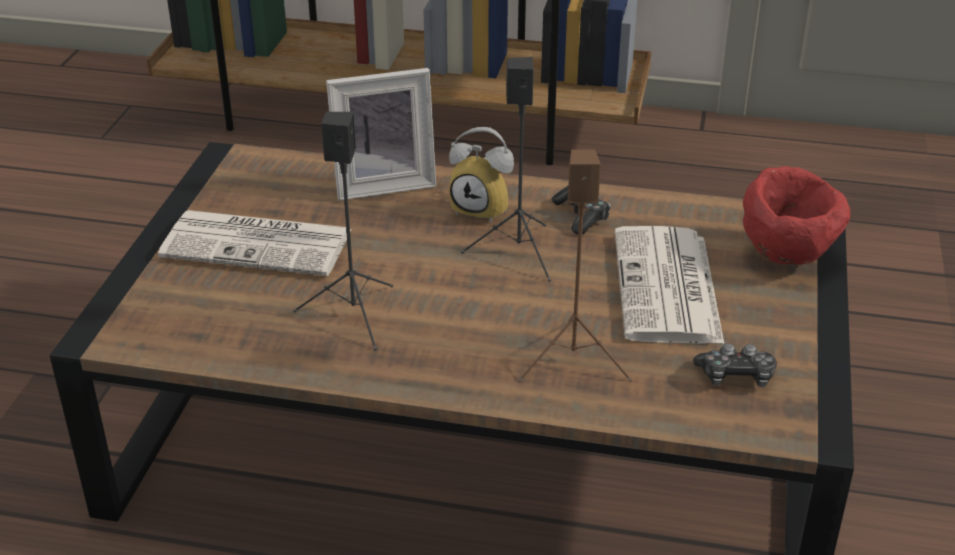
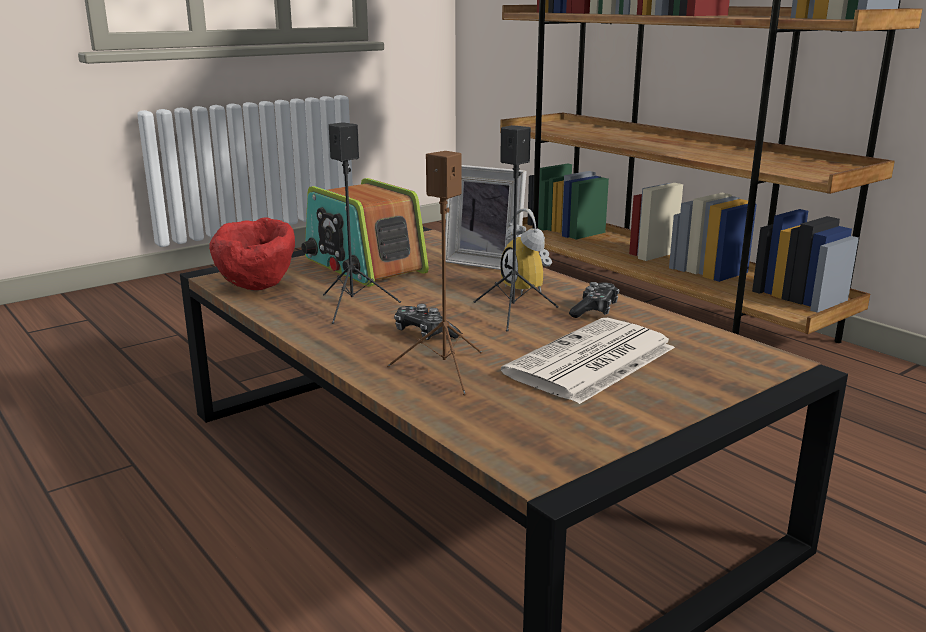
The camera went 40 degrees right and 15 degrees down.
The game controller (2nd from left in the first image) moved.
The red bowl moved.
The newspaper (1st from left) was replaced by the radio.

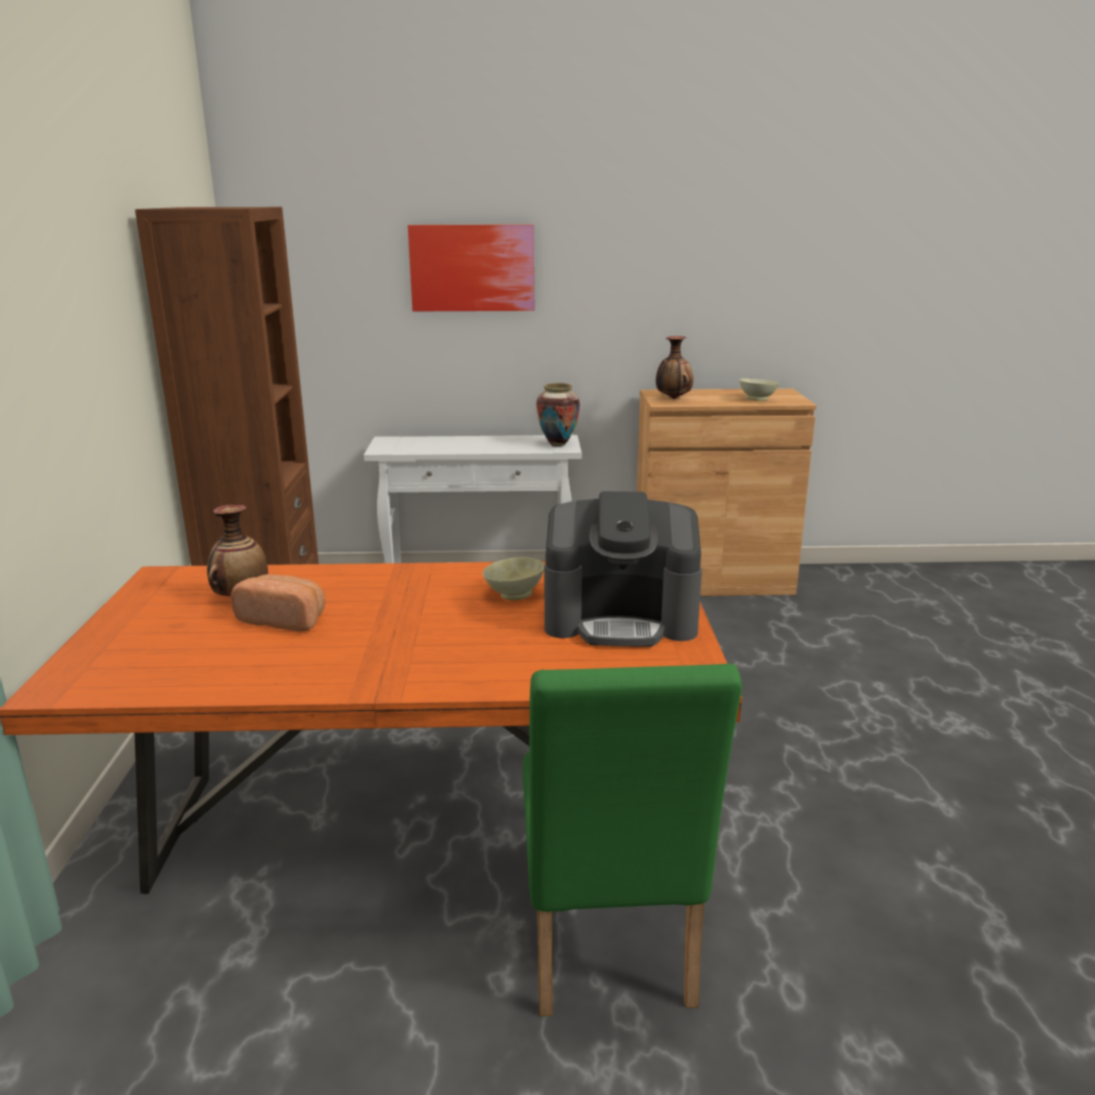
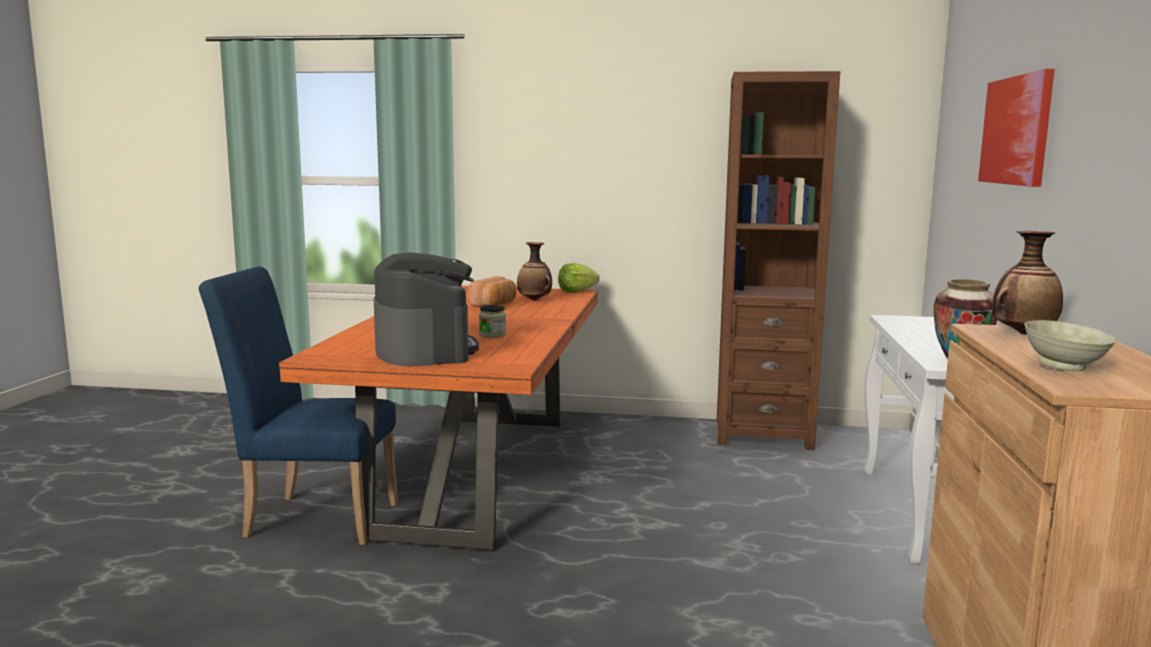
The camera went 100 degrees right and 10 degrees down.
The lettuce appeared.
The beige bowl (1st from left) was replaced by the jar.
The green chair became the blue chair.
The coffee machine turned 150 degrees clockwise.

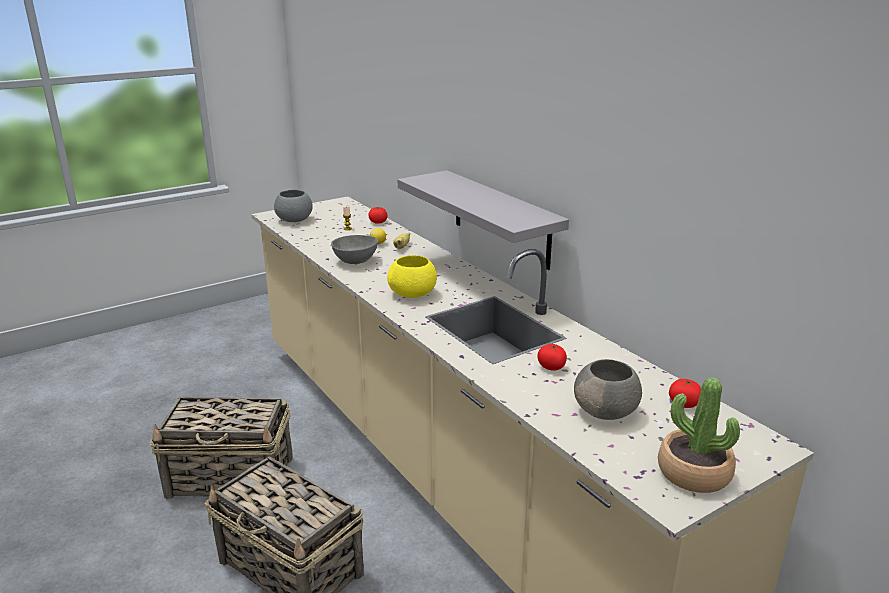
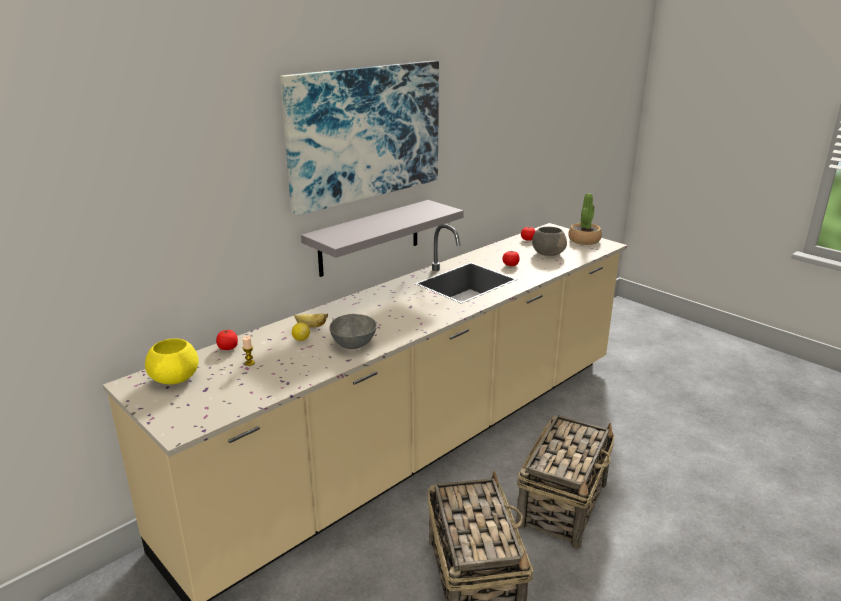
The camera went 100 degrees left and 0 degrees up.
The grey bowl (1st from left) disappeared.
The picture appeared.
The yellow bowl moved.

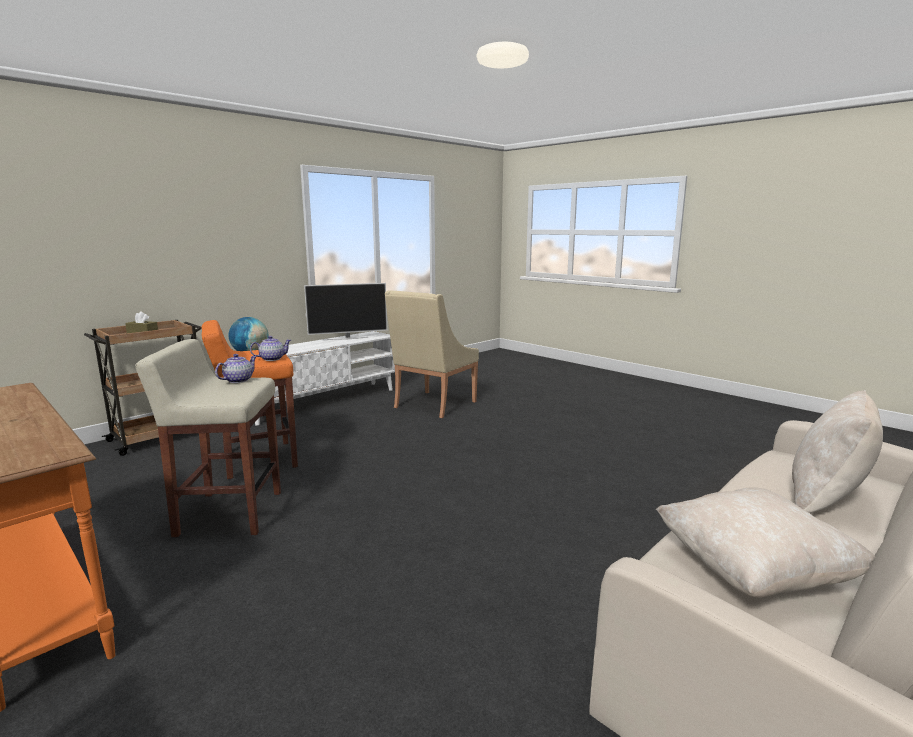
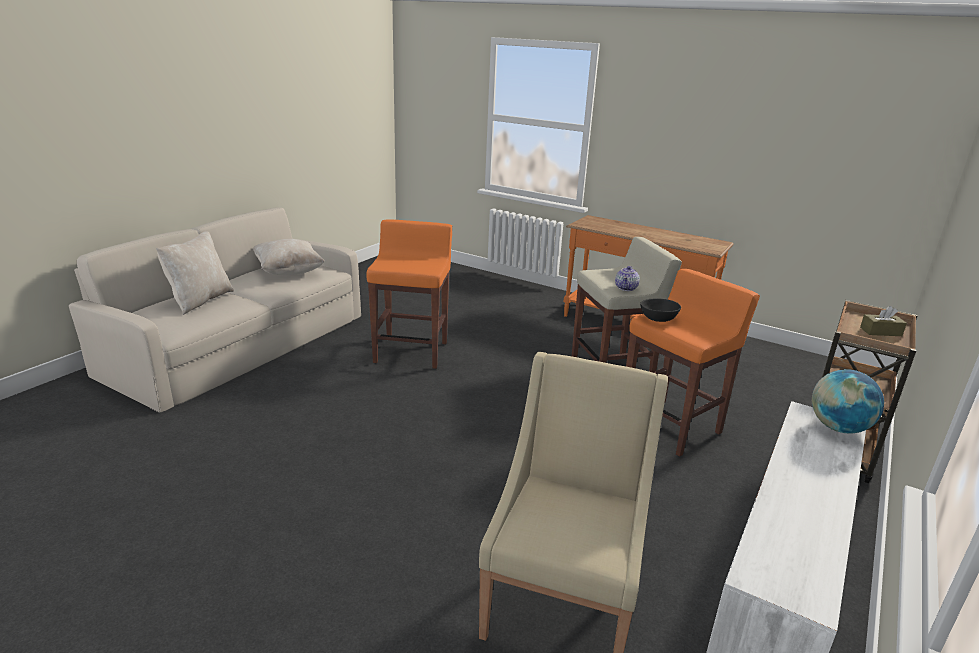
The camera went 165 degrees right and 10 degrees up.
The television disappeared.
The orange stool (1st from left) appeared.
The teapot (2nd from left) was replaced by the black bowl.

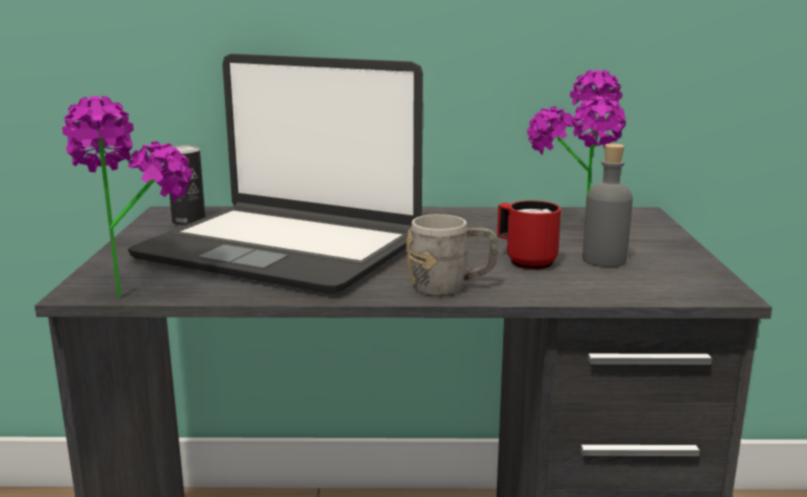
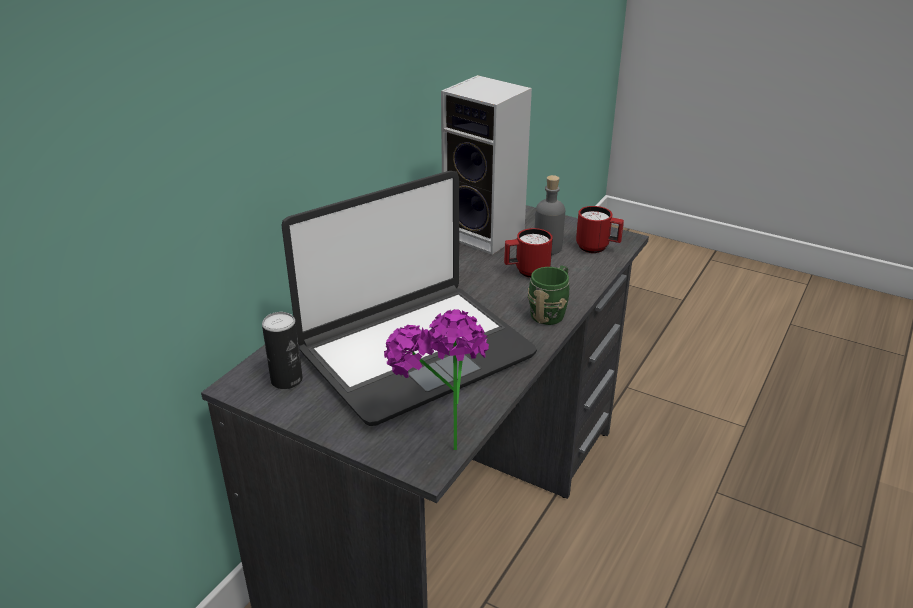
The camera went 60 degrees left and 15 degrees up.
The red mug (2nd from left) appeared.
The potted plant (2nd from left) was replaced by the speaker.
The grey mug became the green mug.

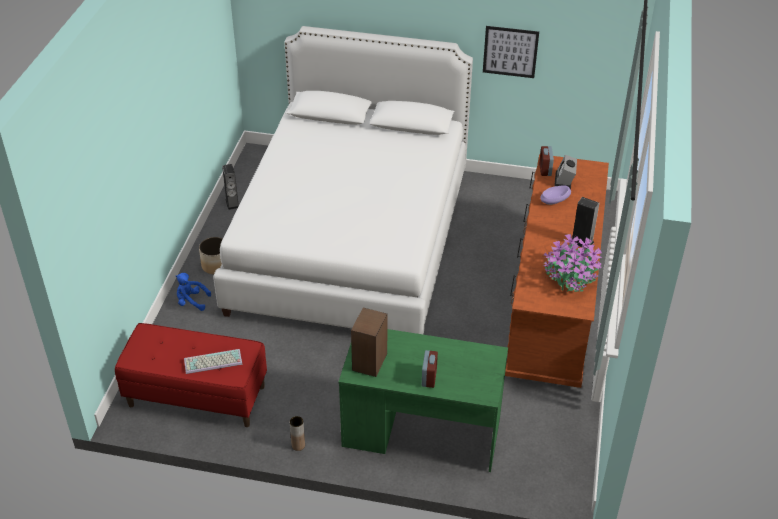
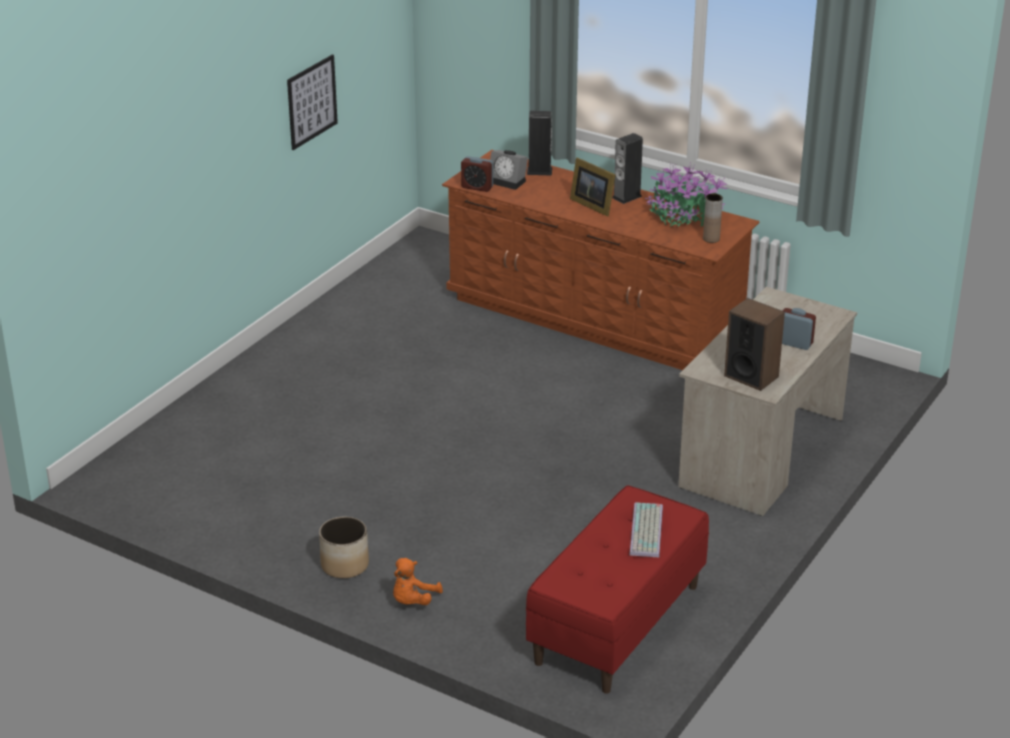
The camera went 70 degrees left and 10 degrees down.
The white bed disappeared.
The purple bowl disappeared.
The picture frame appeared.
The speaker (1st from left) moved.
The brown vase moved.
The blue plush toy became the orange plush toy.
The green desk became the beige desk.

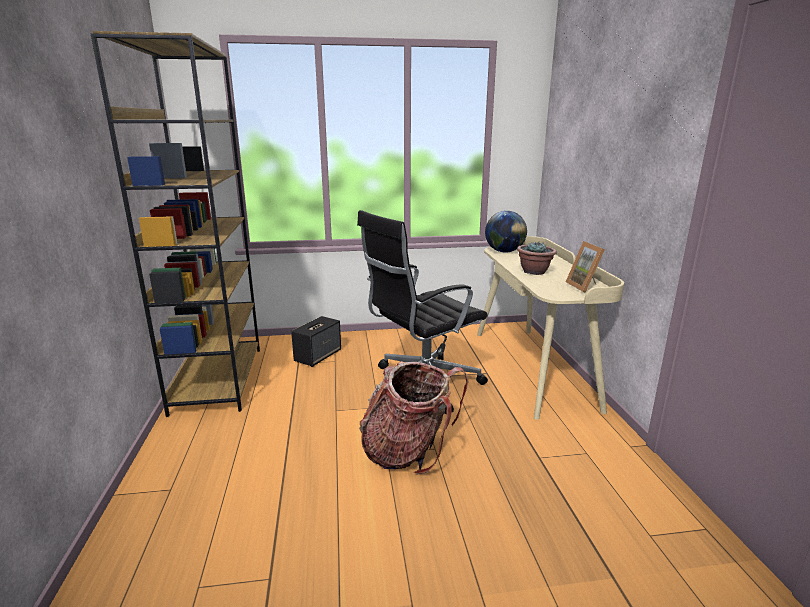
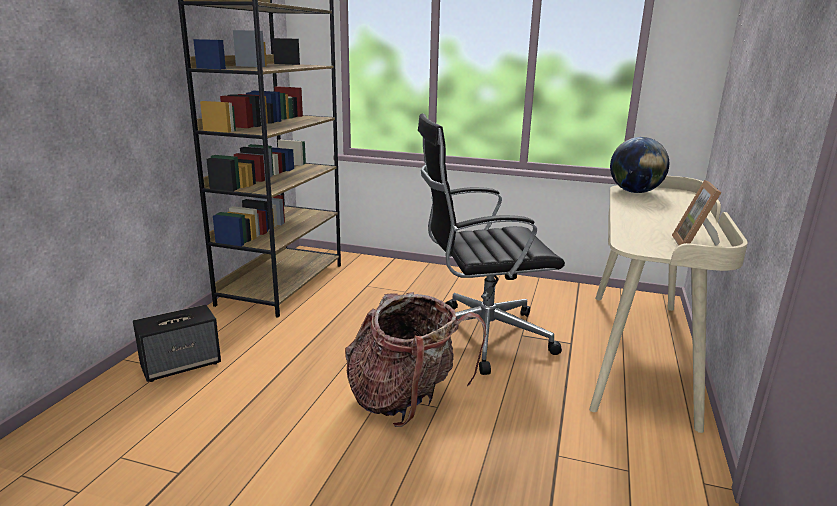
The camera went 25 degrees right and 0 degrees up.
The potted plant disappeared.
The speaker moved.

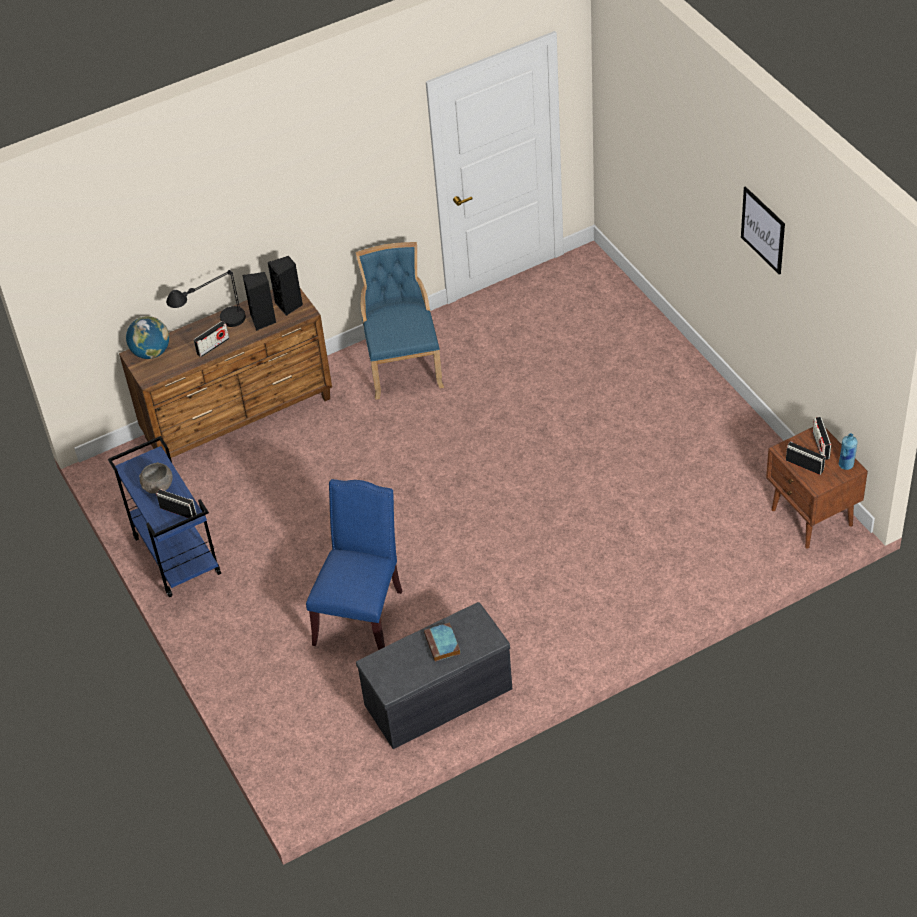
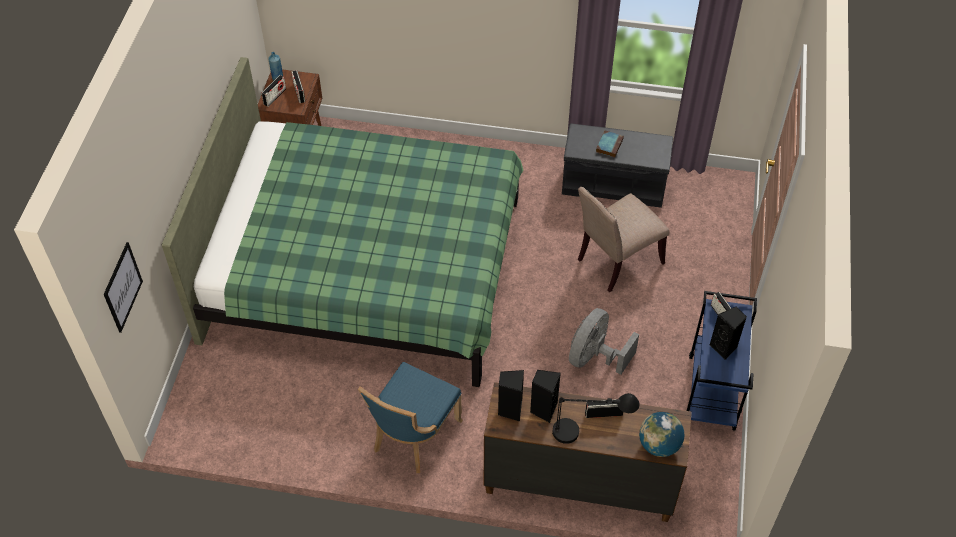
The camera went 145 degrees left and 5 degrees up.
The green bed appeared.
The grey fan appeared.
The picture moved.
The grey bowl was replaced by the black speaker (3rd from left).
The blue chair (1st from left) became the beige chair.

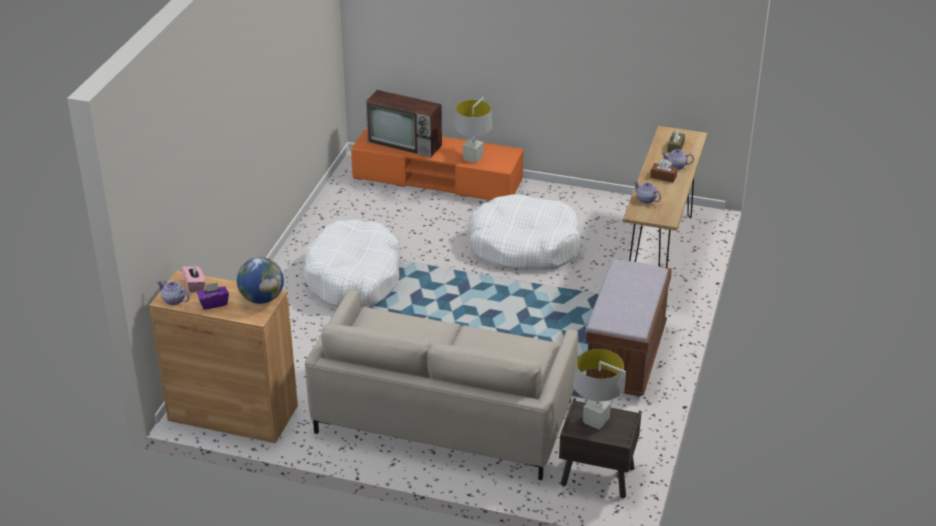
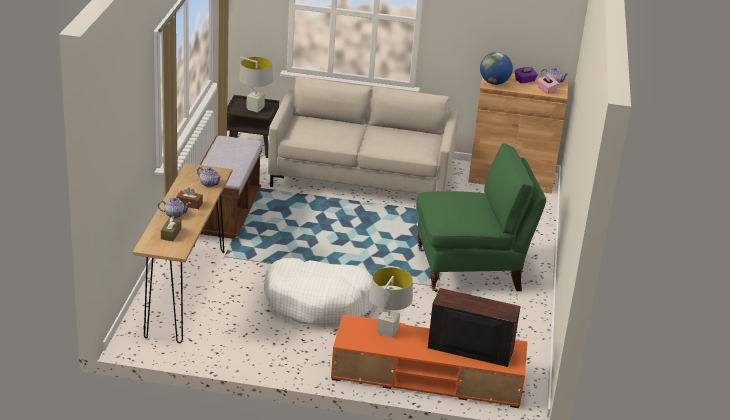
The camera went 170 degrees right and 5 degrees down.
The white dog bed (1st from left) was replaced by the green armchair.

